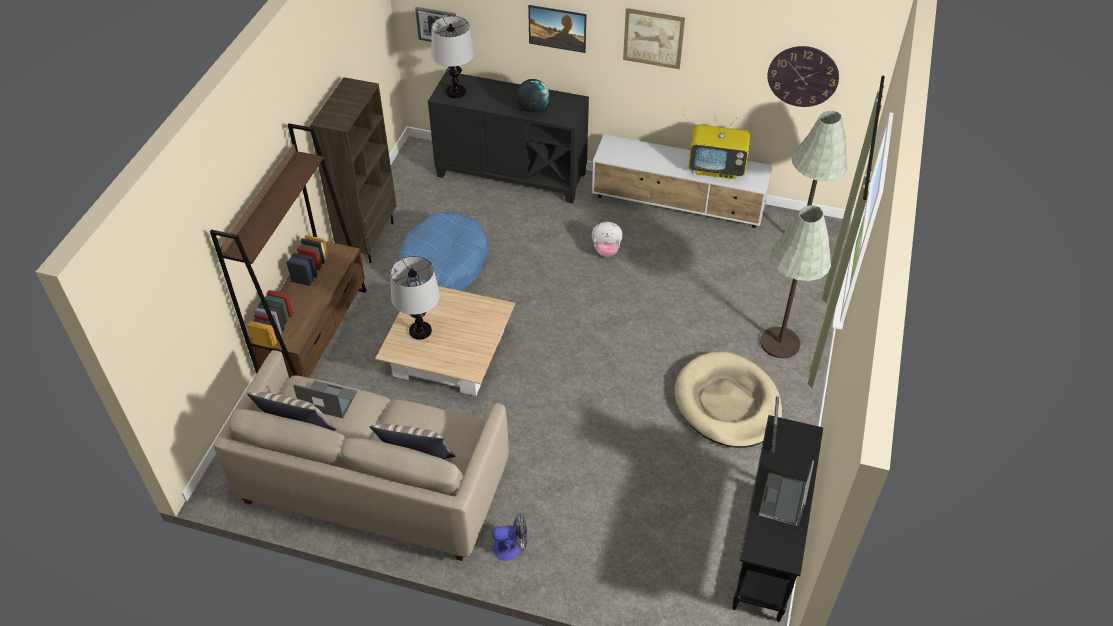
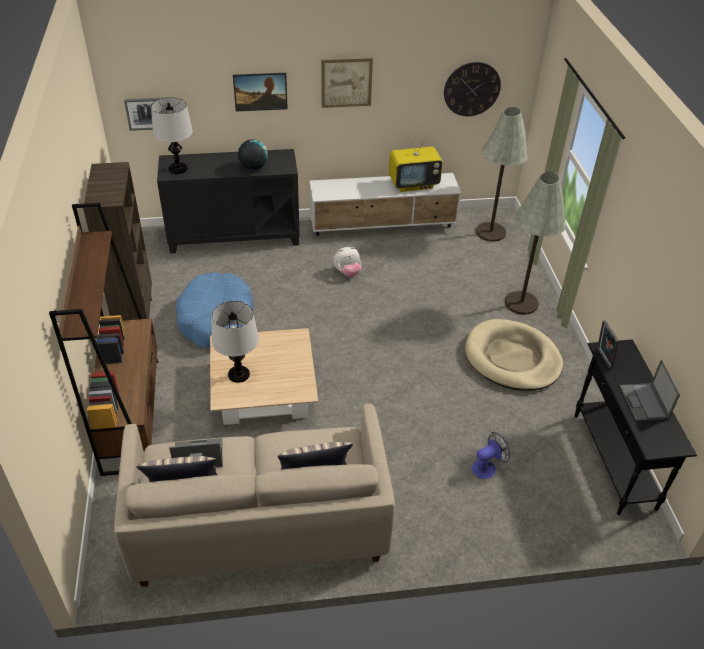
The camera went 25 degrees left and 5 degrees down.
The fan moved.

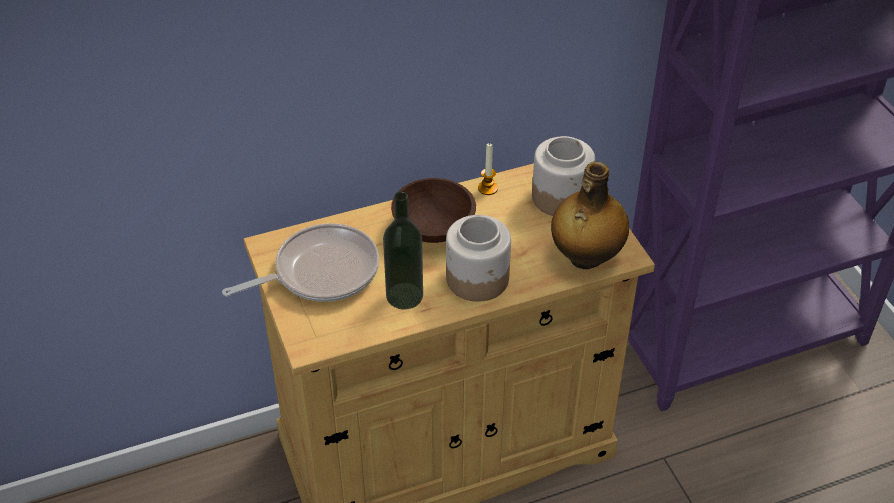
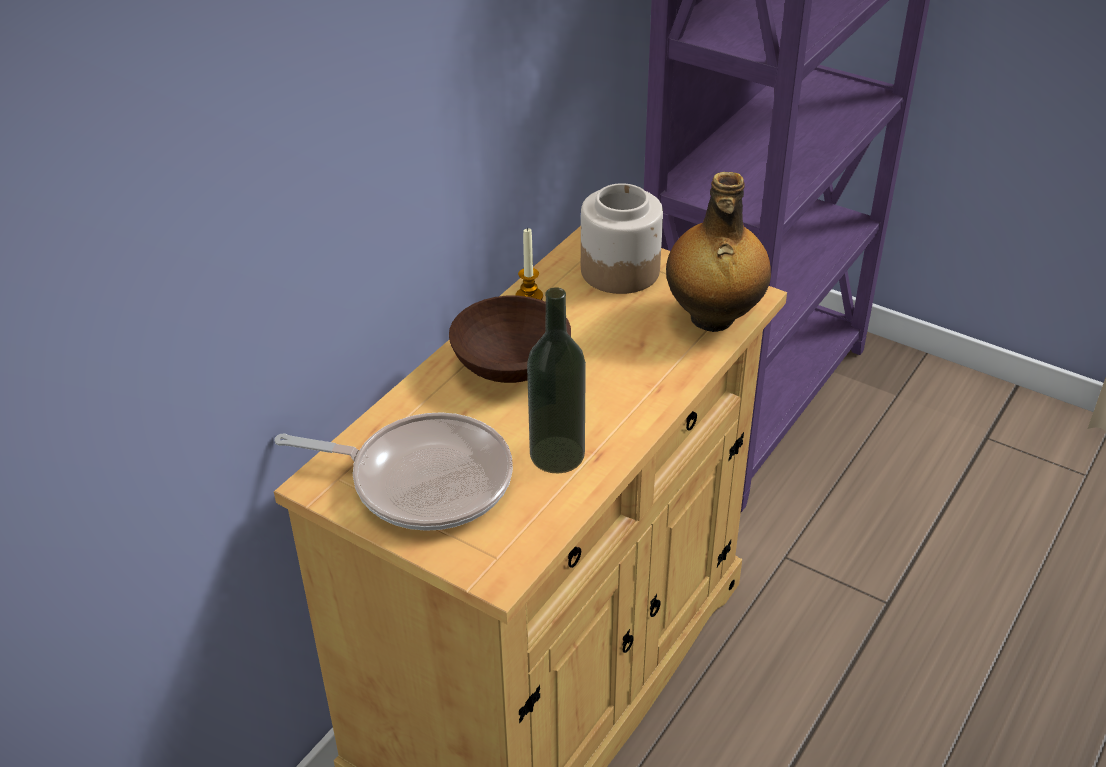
The camera went 35 degrees left and 5 degrees down.
The jar (1st from left) disappeared.
The frying pan turned 75 degrees clockwise.

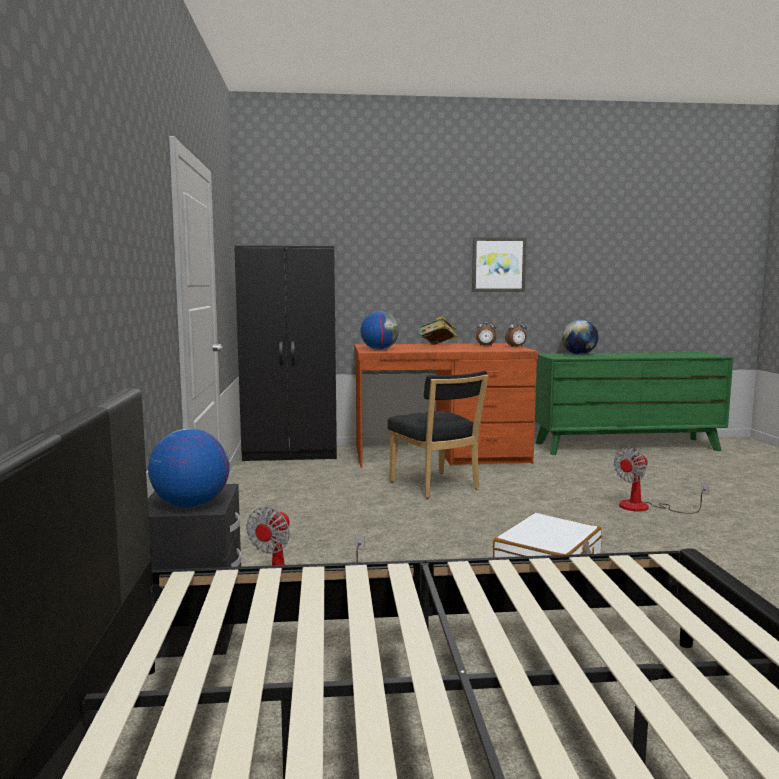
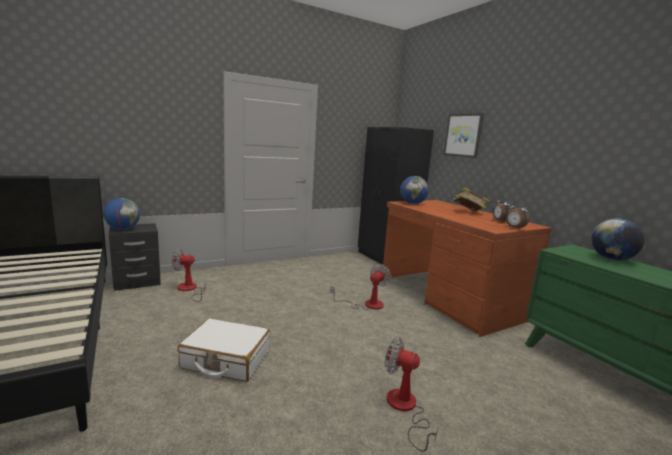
The camera went 65 degrees right and 5 degrees up.
The picture moved.
The black chair was replaced by the fan (2nd from left).

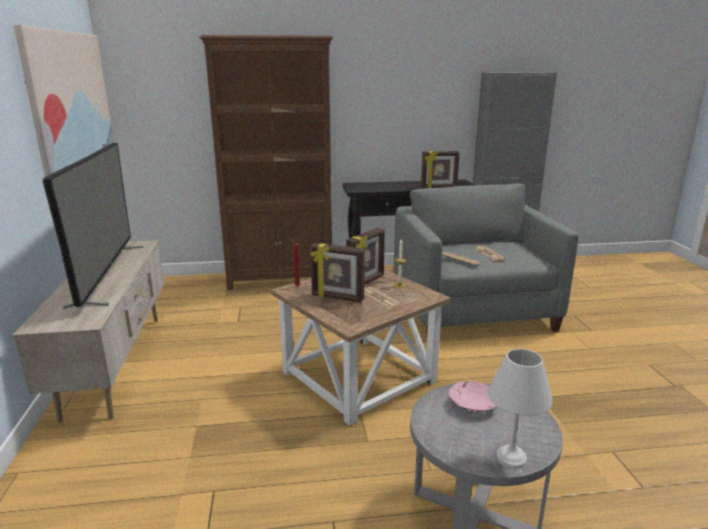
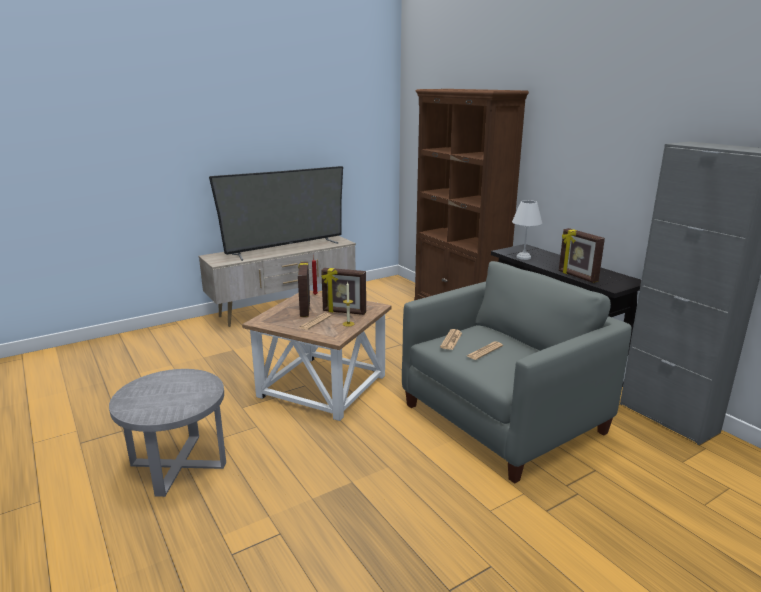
The camera went 65 degrees right and 0 degrees up.
The picture disappeared.
The pink bowl disappeared.
The white table lamp moved.

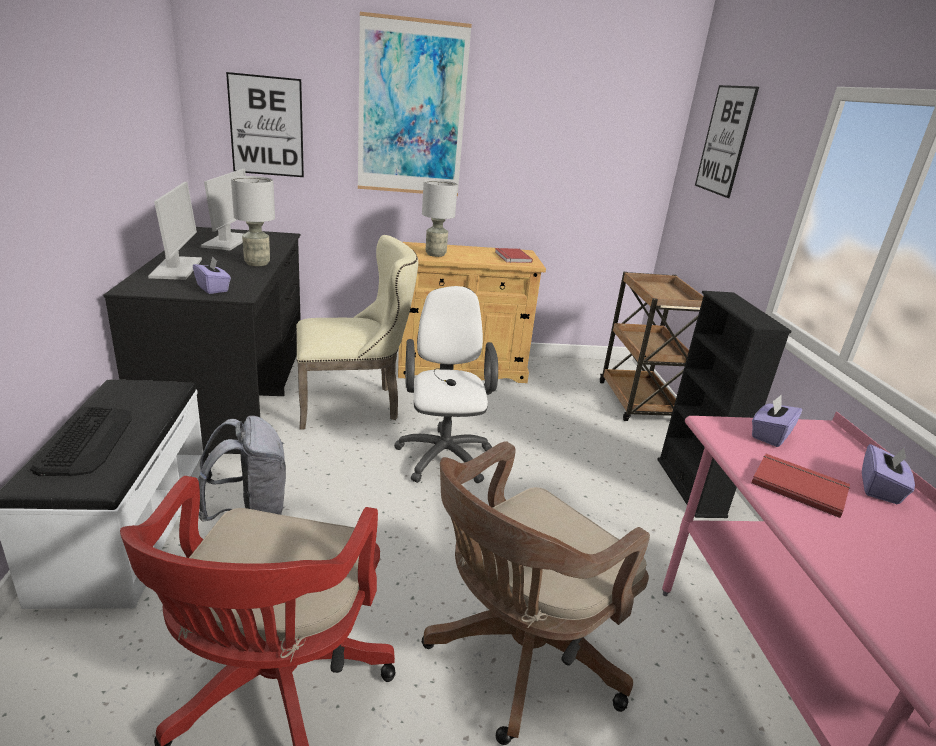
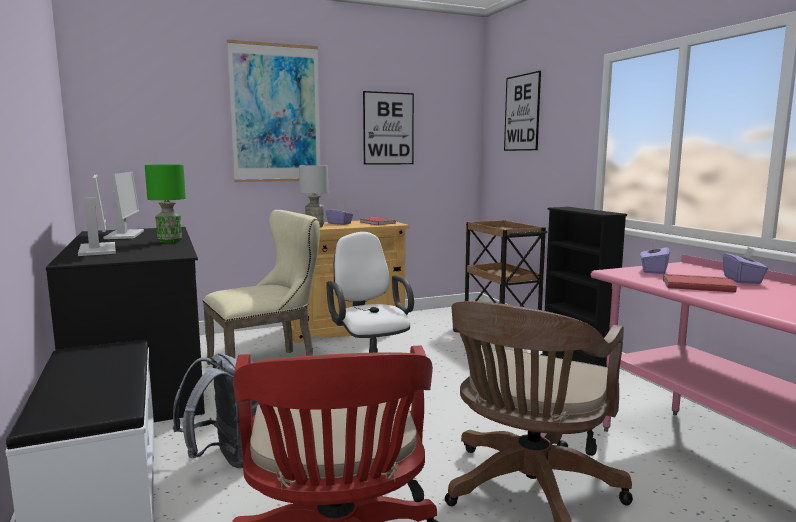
The camera went 15 degrees left and 15 degrees down.
The keyboard disappeared.
The purple tissue box (1st from left) moved.
The picture (1st from left in the first image) moved.
The grey table lamp (1st from left) became the green table lamp.

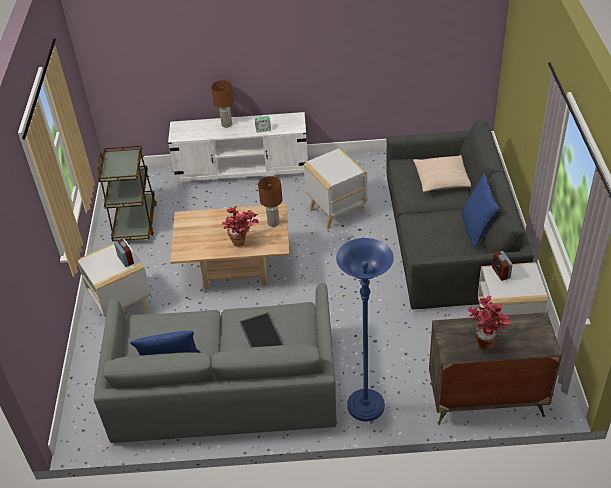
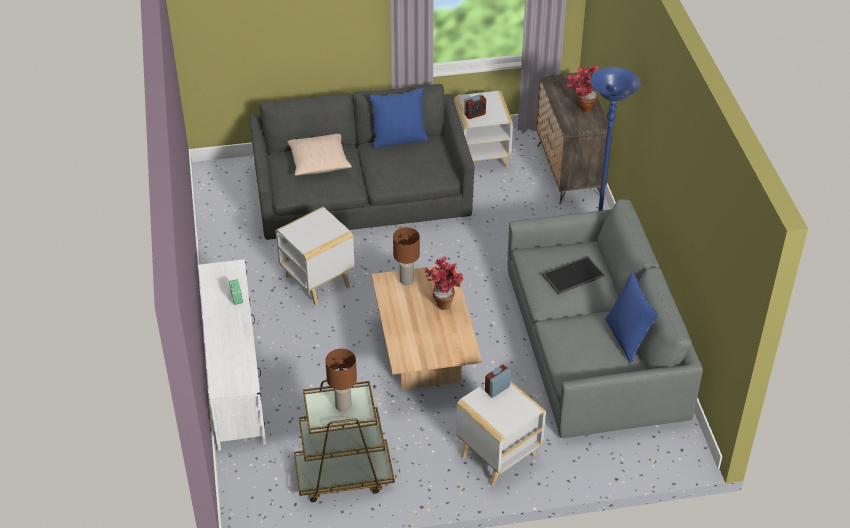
The camera went 100 degrees left and 0 degrees up.
The brown table lamp (1st from left) moved.

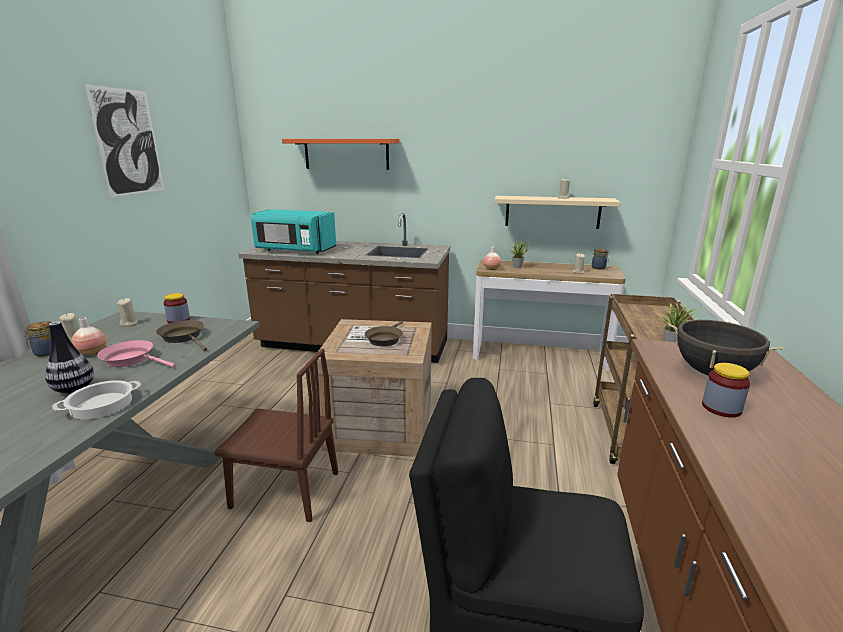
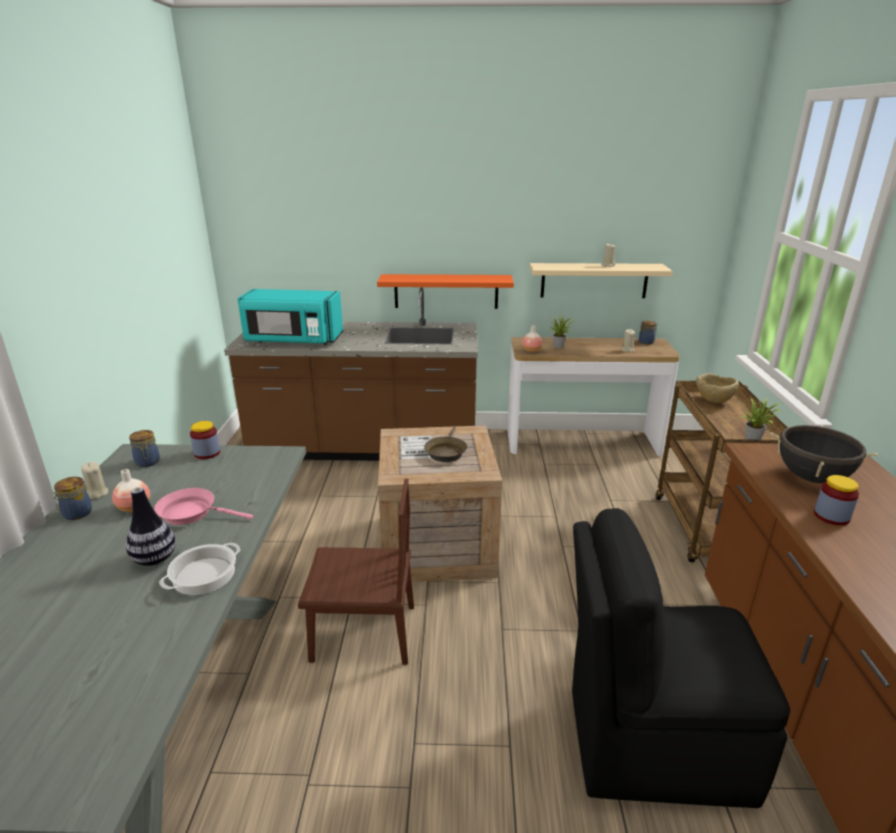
The camera went 10 degrees left and 5 degrees up.
The picture disappeared.
The brown frying pan (1st from left) disappeared.
The beige bowl appeared.
The orange shelf moved.
The beige candle (2nd from left) was replaced by the jar (2nd from left).

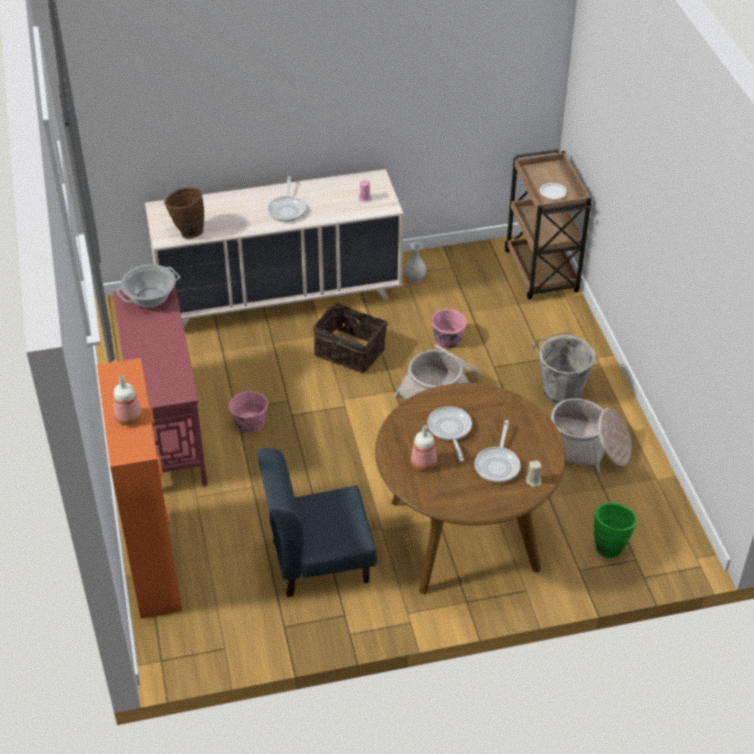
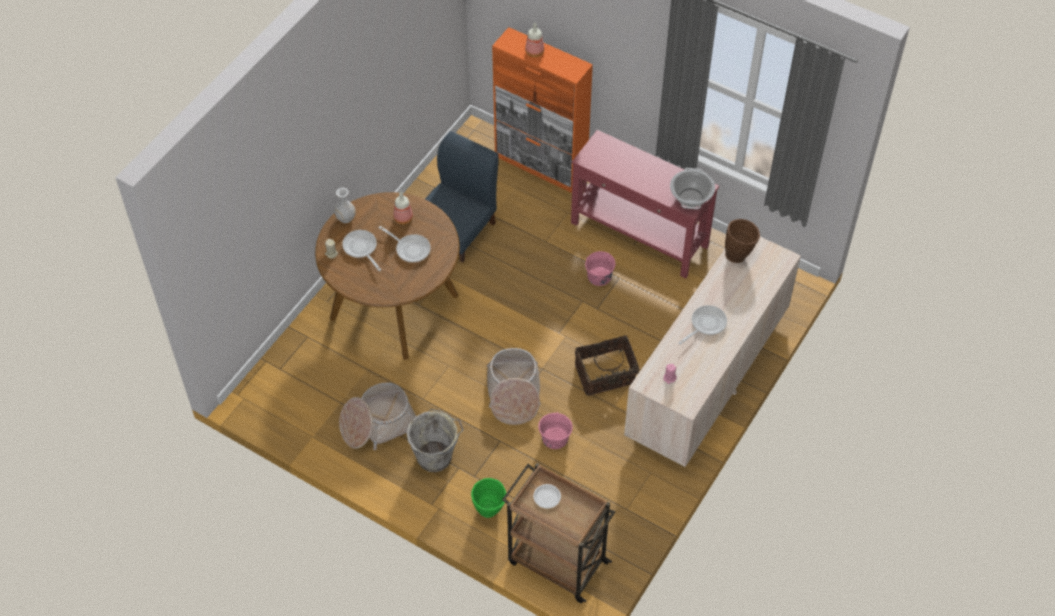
The camera went 135 degrees right and 10 degrees up.
The white vase moved.
The green vase moved.
The frying pan (1st from left in the first image) turned 90 degrees clockwise.

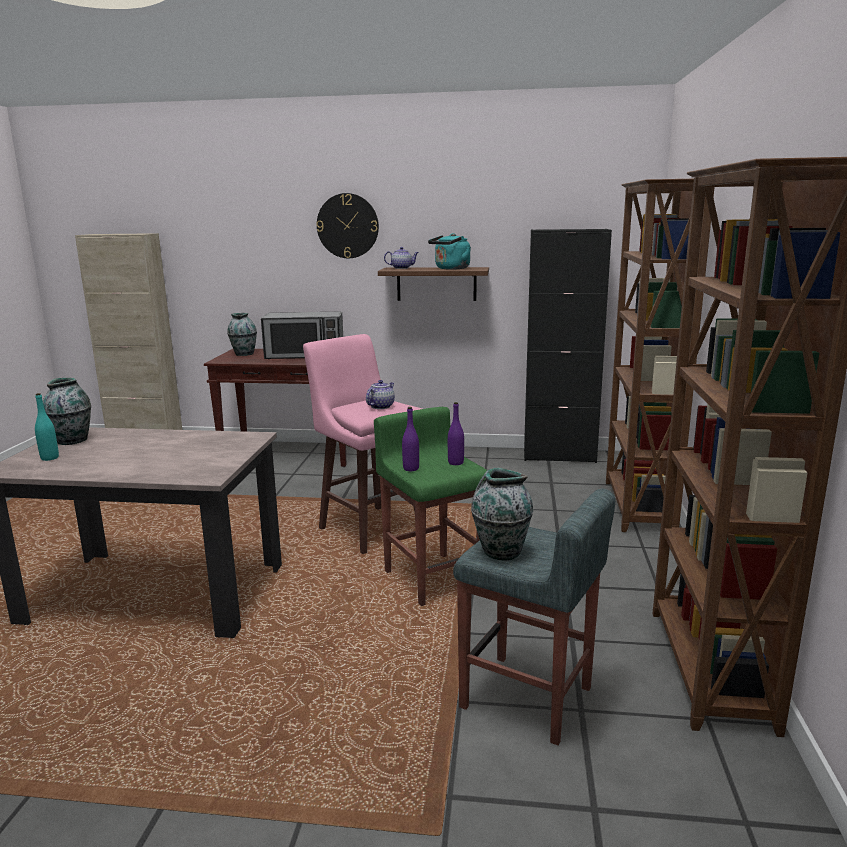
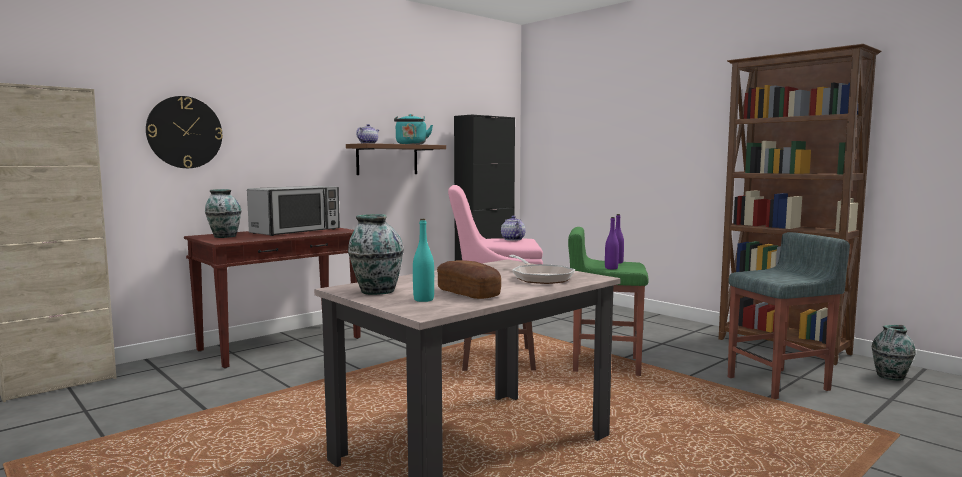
The camera went 50 degrees left and 10 degrees down.
The brown bookcase (1st from left) disappeared.
The bread appeared.
The frying pan appeared.
The wall clock moved.
The vase (3rd from left) moved.

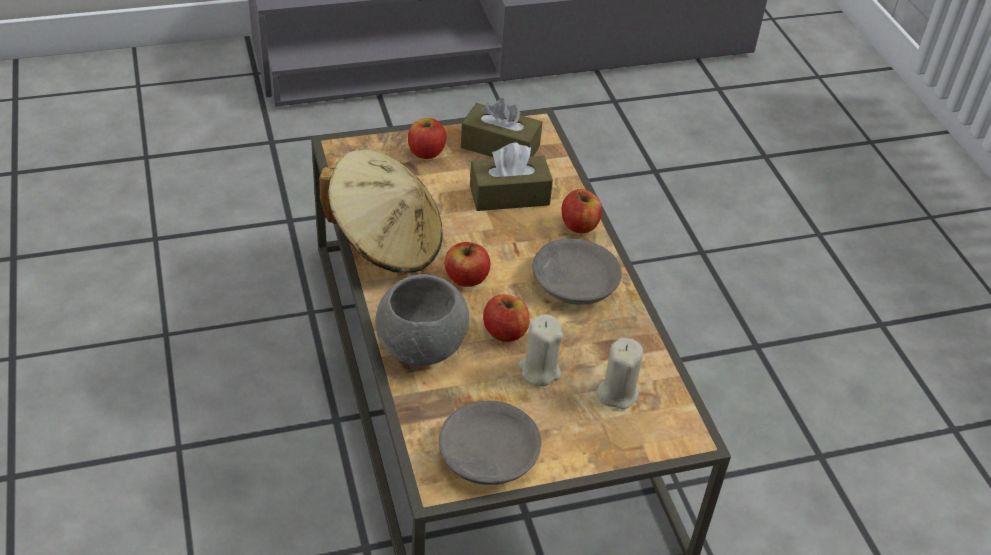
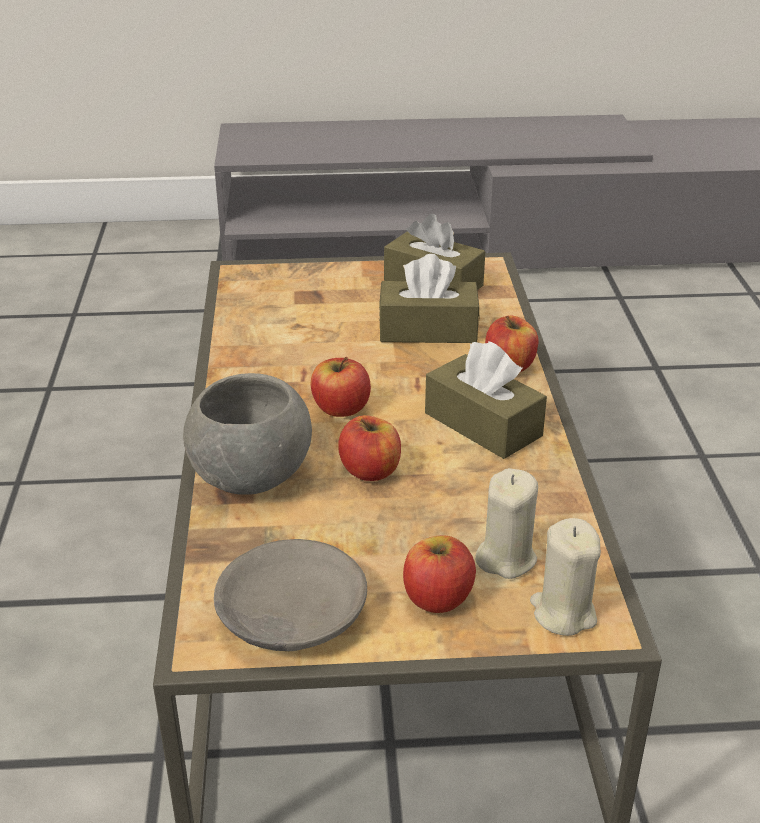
The camera went 15 degrees right and 10 degrees down.
The beige hat disappeared.
The apple (1st from left in the first image) moved.
The beige candle (1st from left in the first image) moved.
The grey bowl (3rd from left) was replaced by the brown tissue box (3rd from left).

